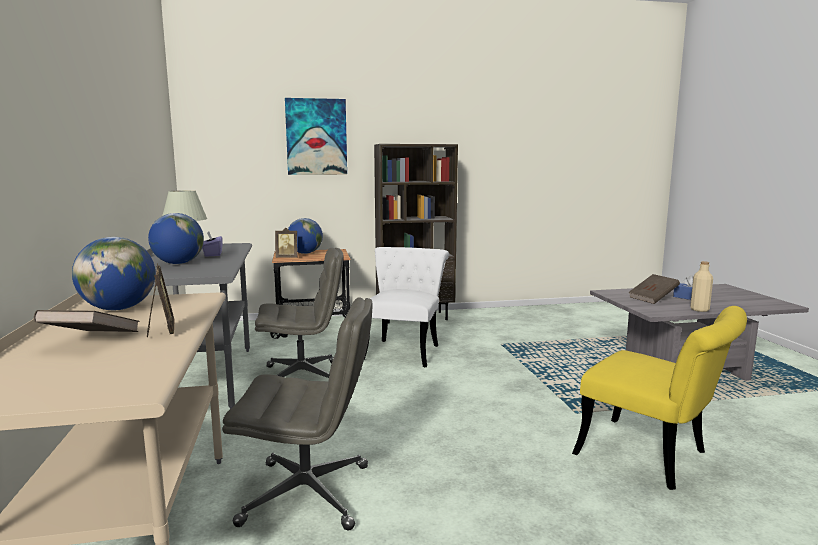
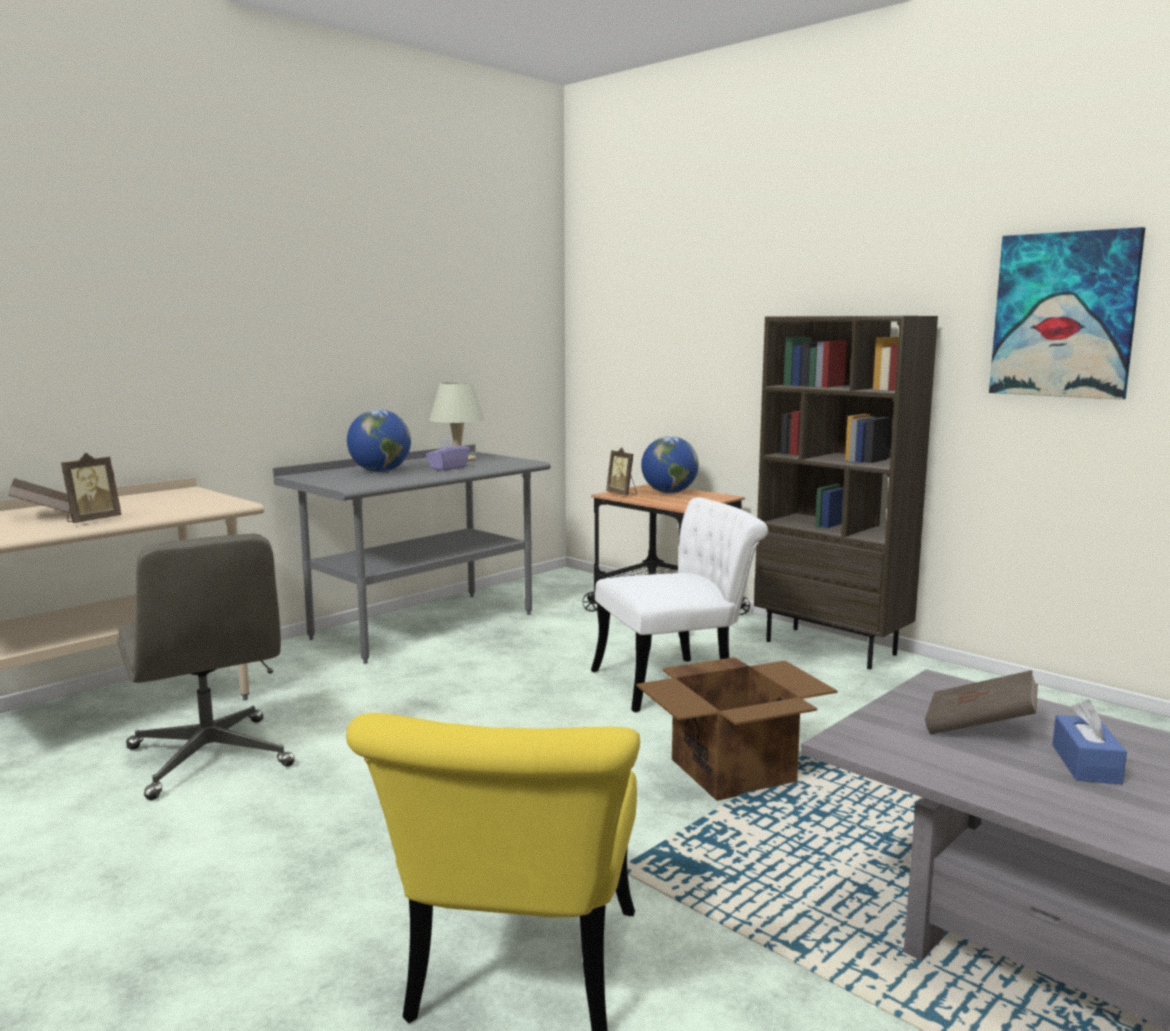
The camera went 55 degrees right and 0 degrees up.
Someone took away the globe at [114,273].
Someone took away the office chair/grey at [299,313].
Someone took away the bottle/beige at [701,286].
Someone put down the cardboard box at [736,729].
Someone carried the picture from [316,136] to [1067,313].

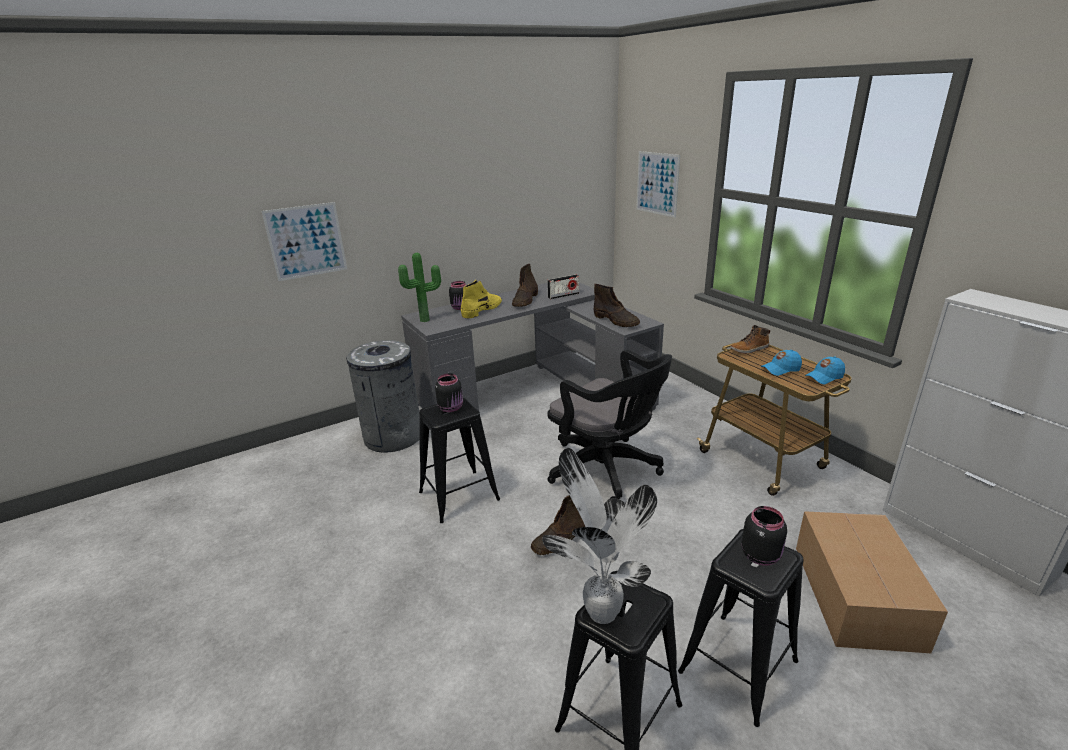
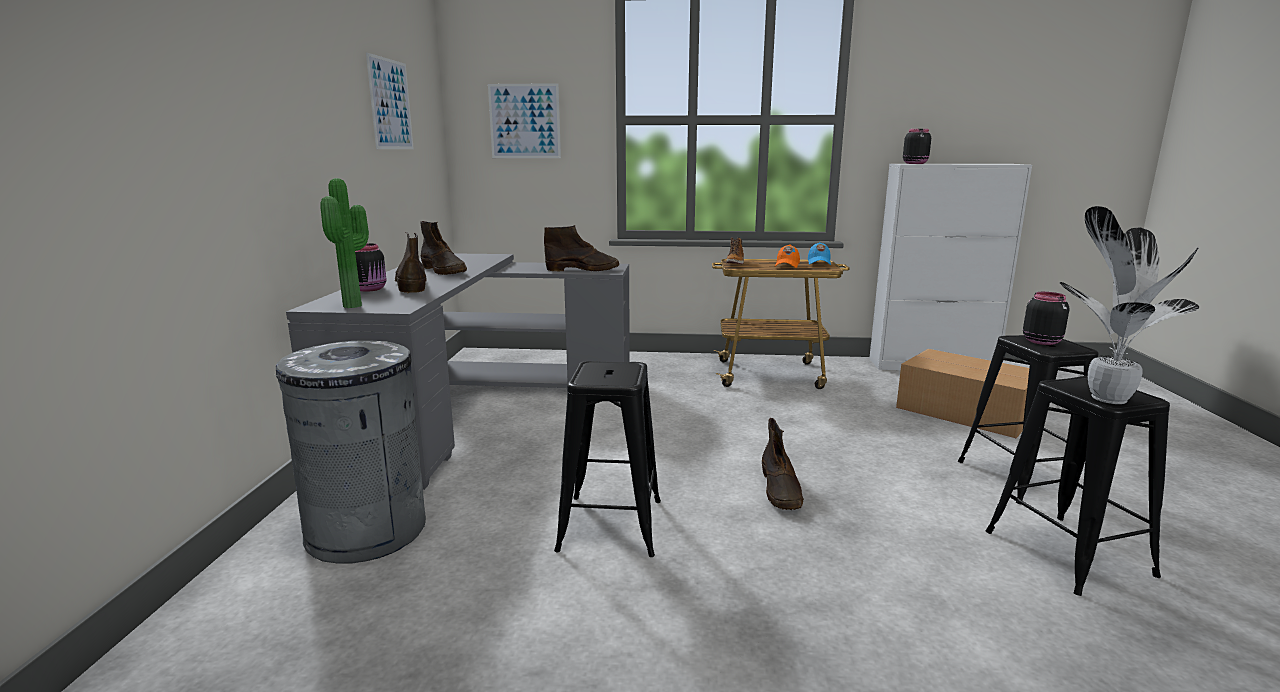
The camera went 55 degrees left and 10 degrees down.
Someone took away the radio at [563,287].
Someone took away the office chair/black at [610,424].
Someone carried the picture from [304,241] to [390,100].
Someone carried the jar/black from [449,392] to [917,146].
Someone repainted the boot/yellow at [481,299], which became the boot/brown at [411,262].
Someone repainted the cap/blue at [781,363], which became the cap/orange at [787,256].

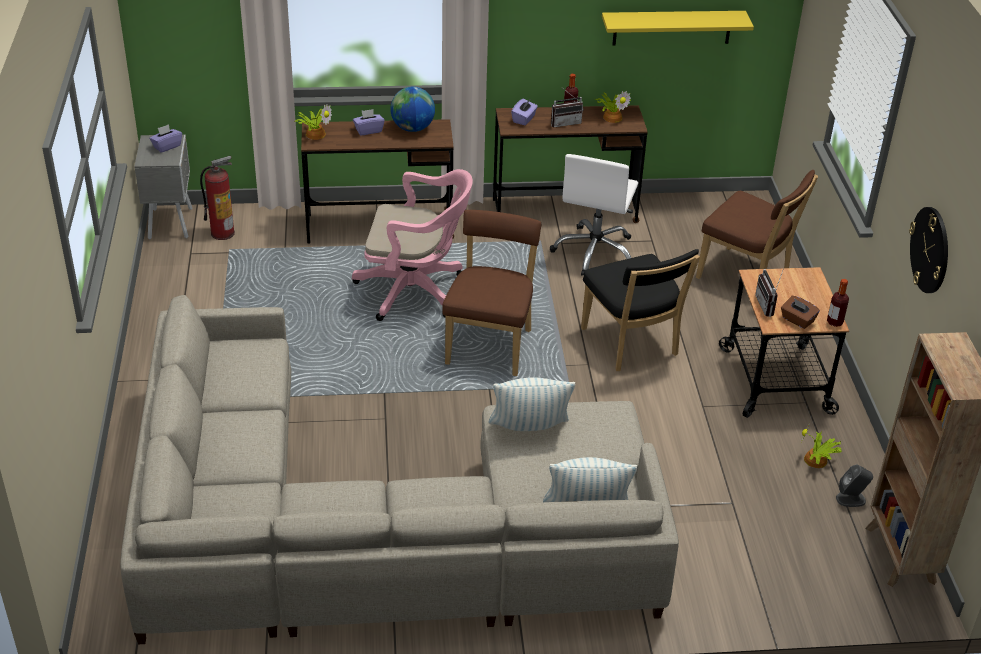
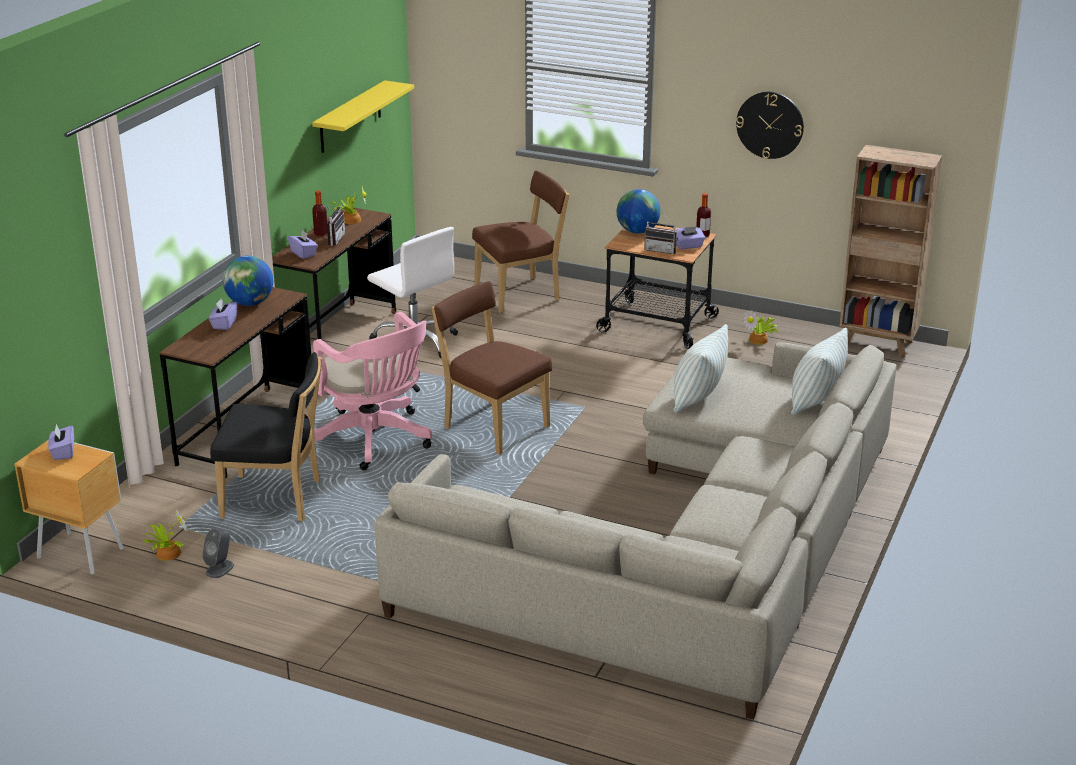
The camera went 60 degrees left and 10 degrees down.
Someone took away the fire extinguisher at [217,198].
Someone put down the globe at [639,211].
Someone carried the potted plant from [313,122] to [165,535].
Someone carried the chair/black from [640,310] to [266,436].
Someone carried the speaker/grey from [854,486] to [218,553].
Someone repainted the nightstand/grey at [163,187], which became the nightstand/brown at [69,507].
Someone repainted the tissue box/brown at [800,312], which became the tissue box/purple at [690,238].
Someone rotated the office chair/pink at [412,245] by 105 degrees clockwise.

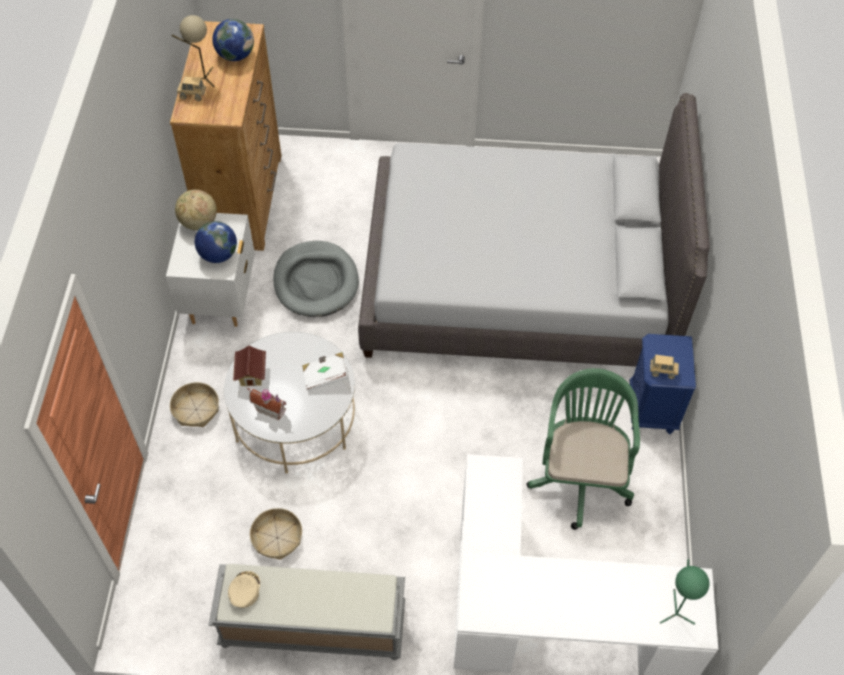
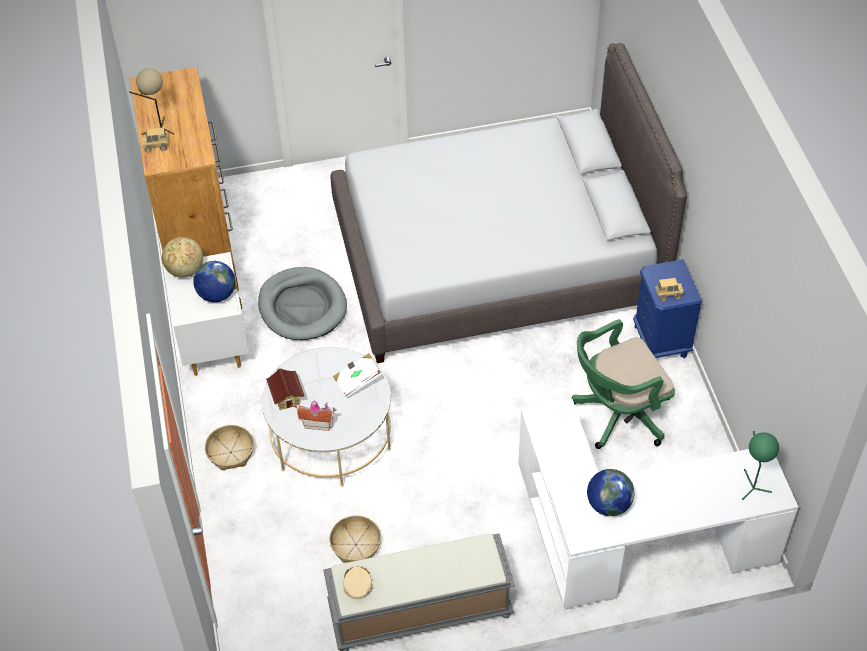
The camera went 15 degrees left and 5 degrees down.
Someone carried the globe from [233,40] to [610,492].
Someone rotated the office chair/green at [583,449] by 105 degrees counterclockwise.

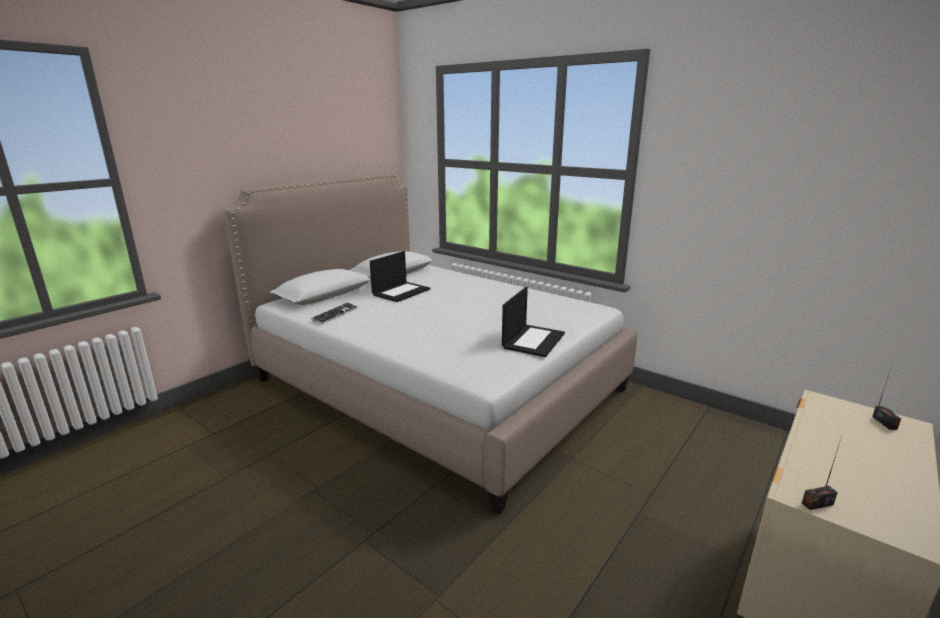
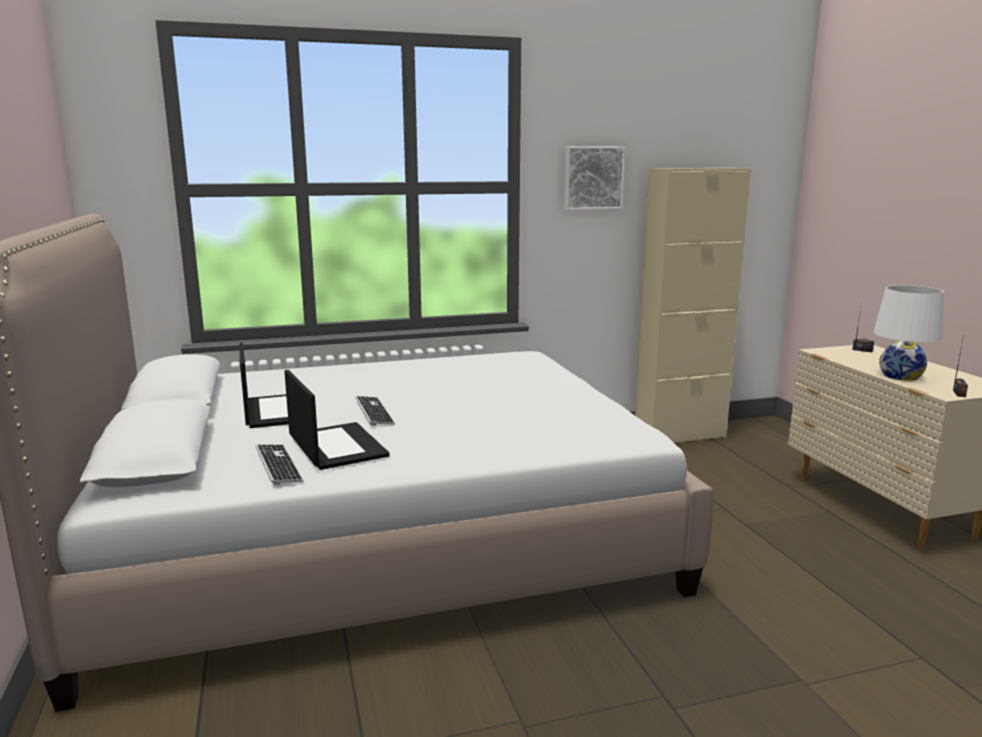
The camera went 55 degrees left and 5 degrees down.
Someone put down the keyboard at [375,411].
Someone put up the picture at [594,178].
Someone put down the cabinet/beige at [693,305].
Someone put down the table lamp/white at [909,333].
Someone carried the laptop from [533,322] to [337,420].

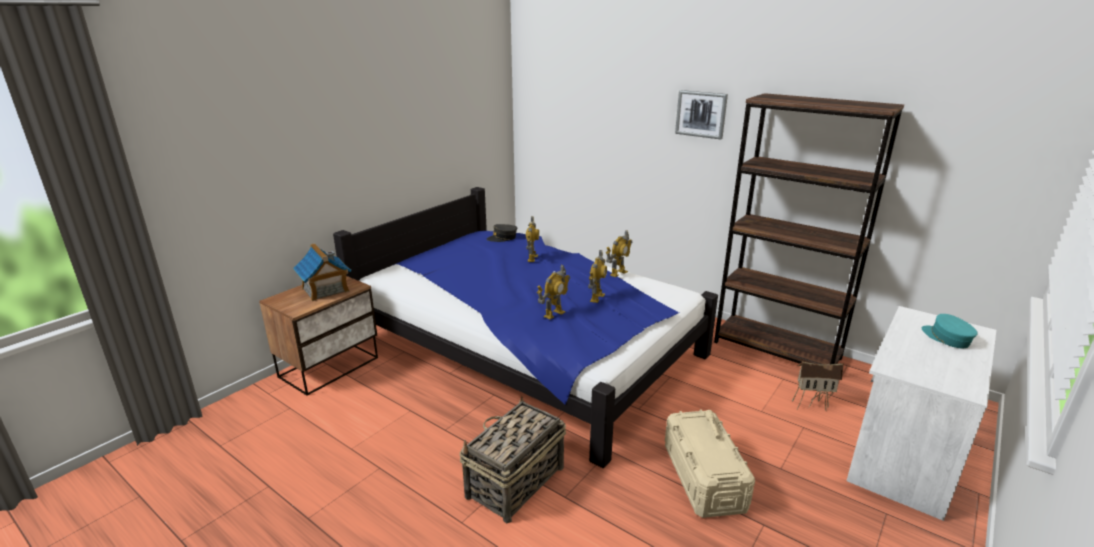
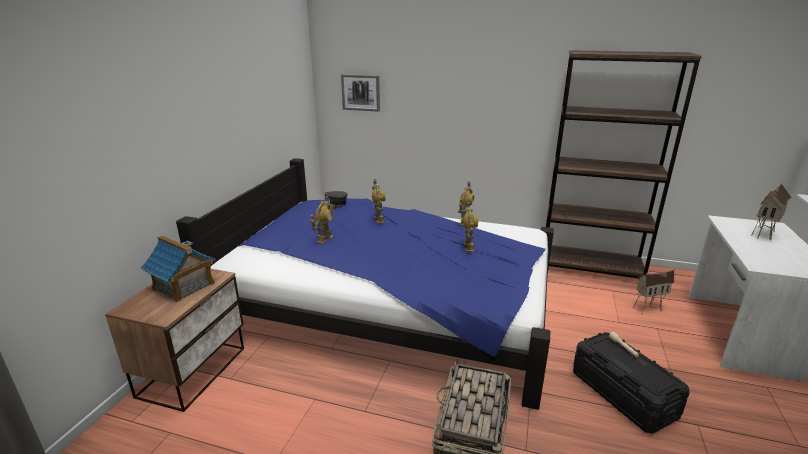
The camera went 20 degrees left and 0 degrees up.
Someone carried the toy robot from [553,292] to [322,219].
Someone carried the picture from [701,115] to [360,93].
Someone swapped the cap/turquoise at [950,331] for the toy house at [771,211].
Someone repainted the storage box/beige at [710,463], which became the storage box/black at [631,383].

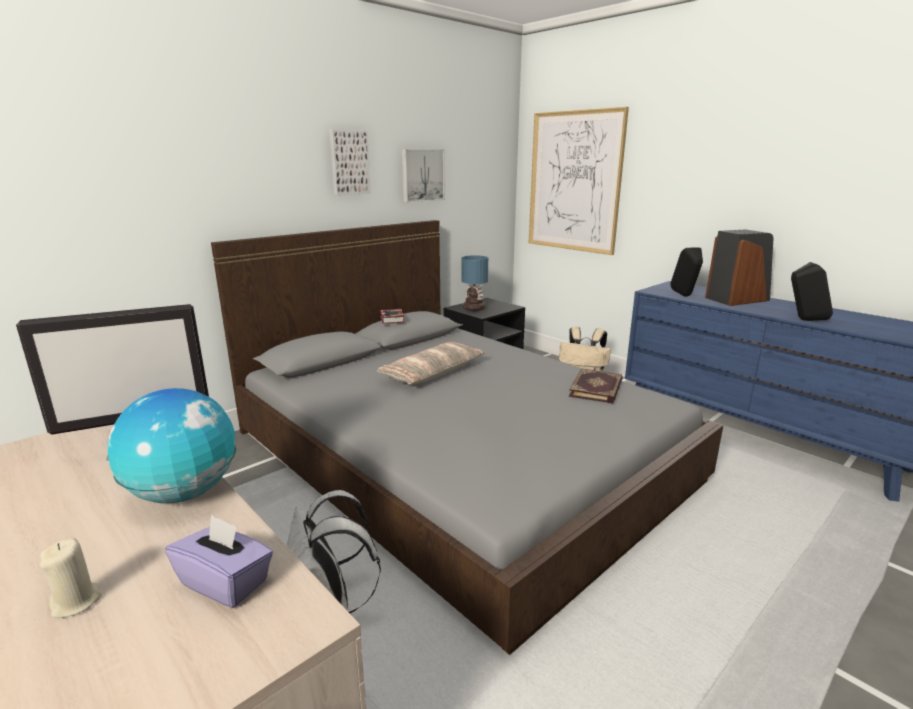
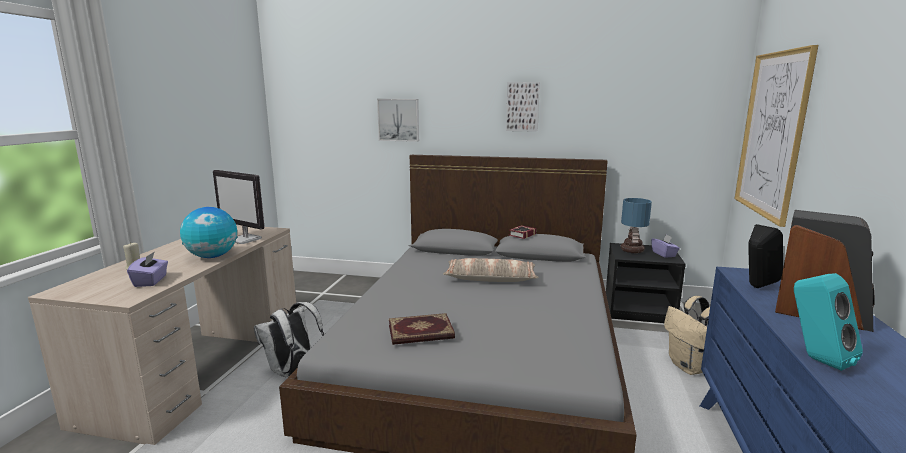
The camera went 55 degrees right and 5 degrees down.
Someone put down the tissue box/purple at [665,246].
Someone carried the picture from [423,176] to [398,120].
Someone carried the book from [596,386] to [422,329].
Someone repainted the speaker/black at [812,291], which became the speaker/turquoise at [828,322].

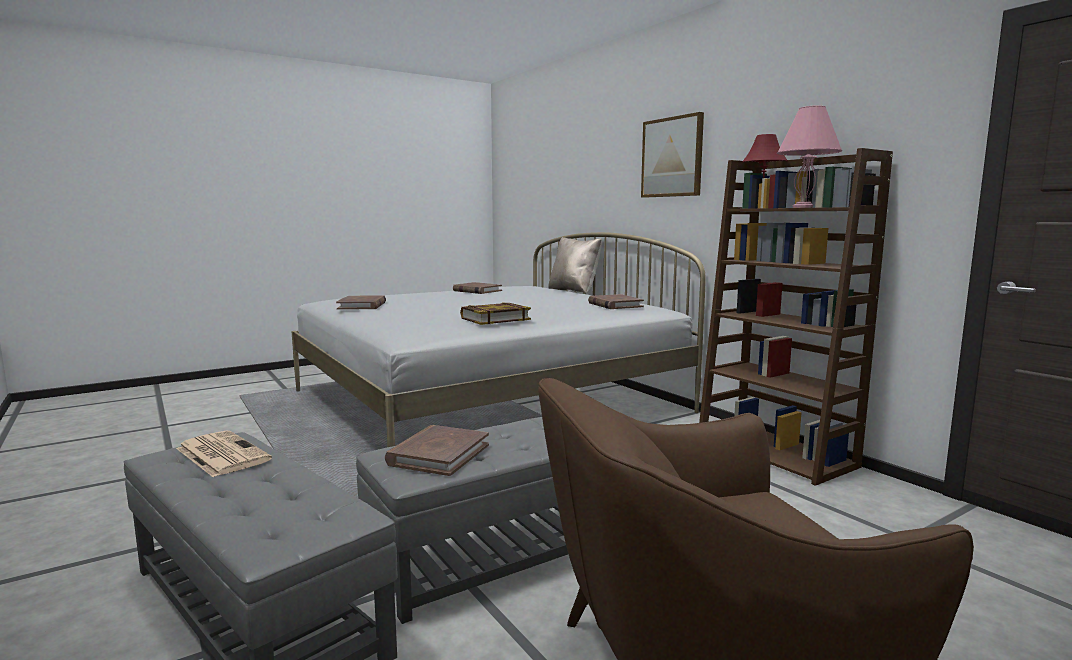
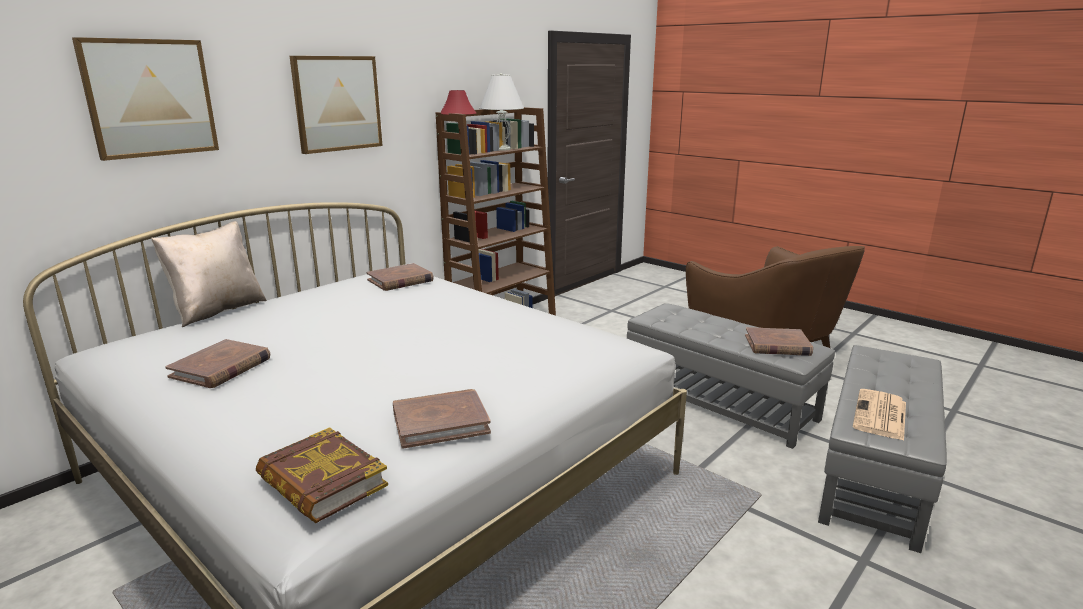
The camera went 105 degrees left and 10 degrees up.
Someone put up the picture at [145,99].
Someone carried the book from [495,314] to [322,475].
Someone repainted the table lamp/pink at [809,156], which became the table lamp/white at [501,112].

